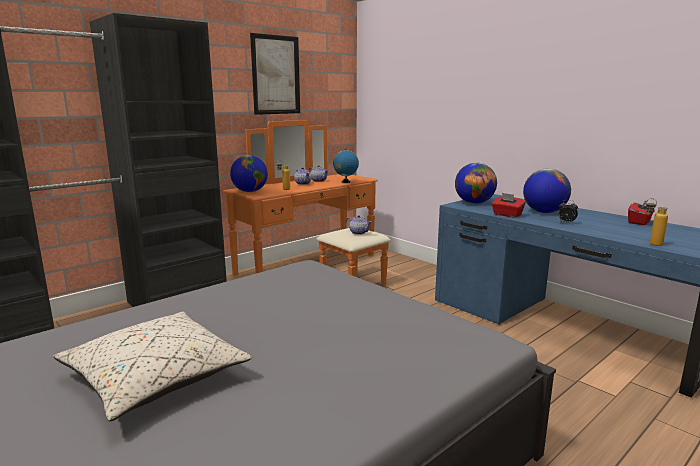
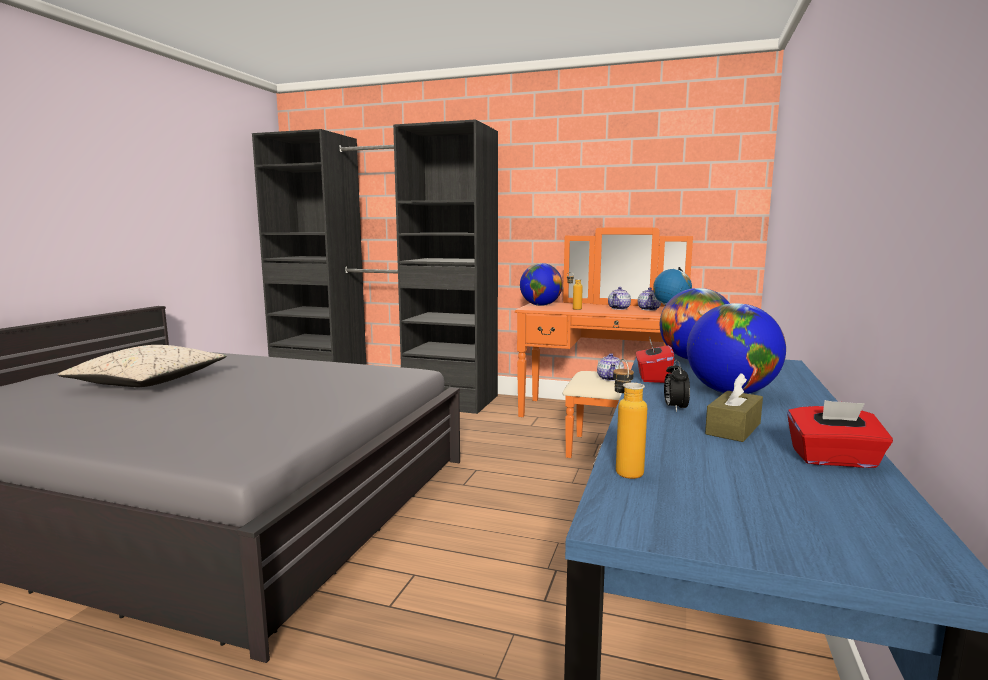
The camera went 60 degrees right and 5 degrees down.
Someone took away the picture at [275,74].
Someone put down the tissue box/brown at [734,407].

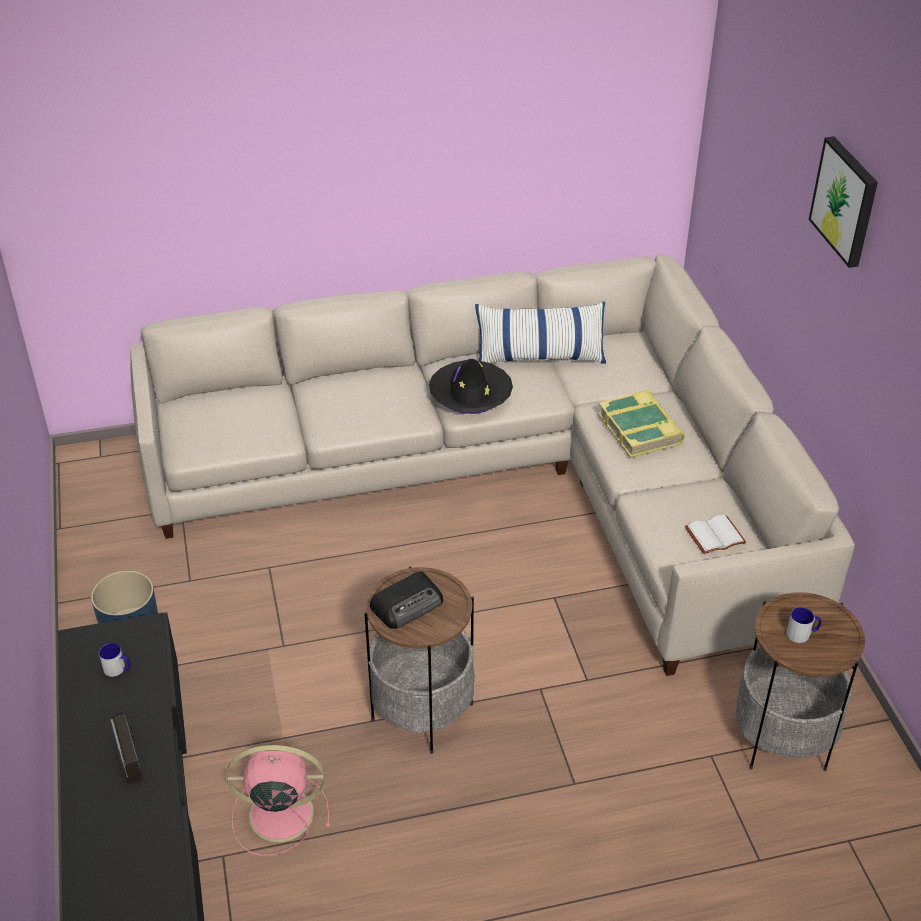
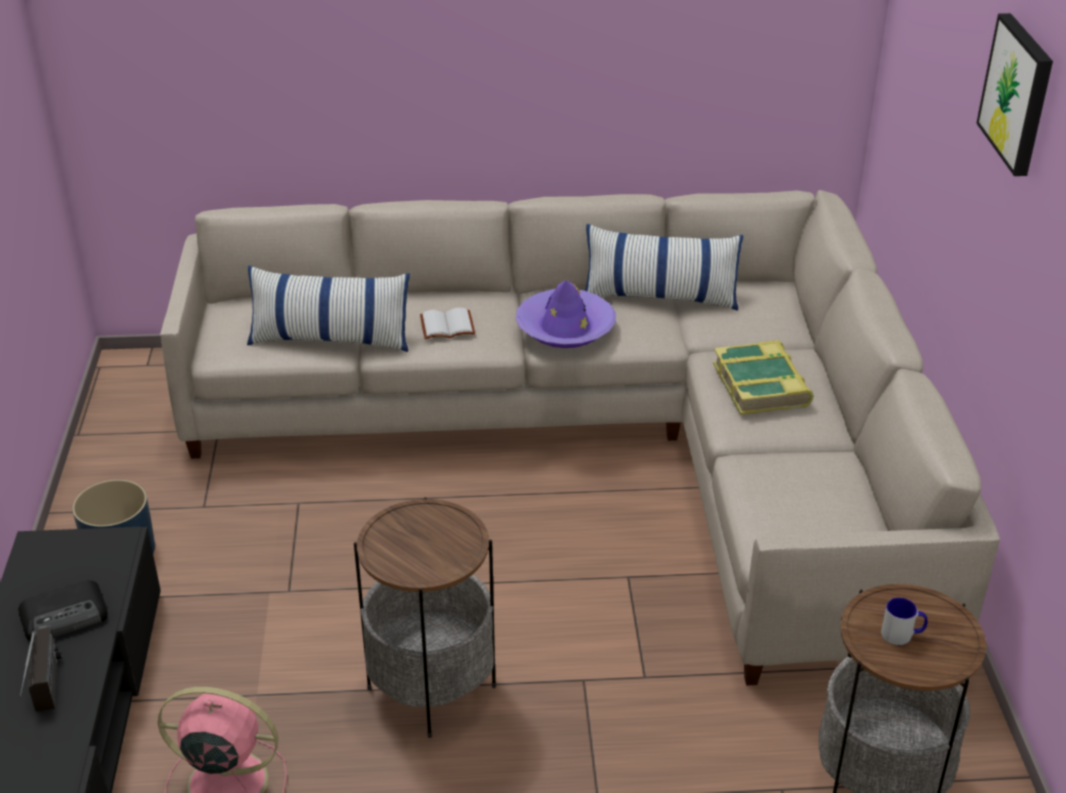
The camera went 10 degrees right and 5 degrees down.
Someone took away the mug at [115,660].
Someone put down the pillow at [328,309].
Someone carried the radio from [406,600] to [63,611].
Someone carried the book/white from [715,534] to [447,323].
Someone repainted the hat/black at [471,386], which became the hat/purple at [566,314].

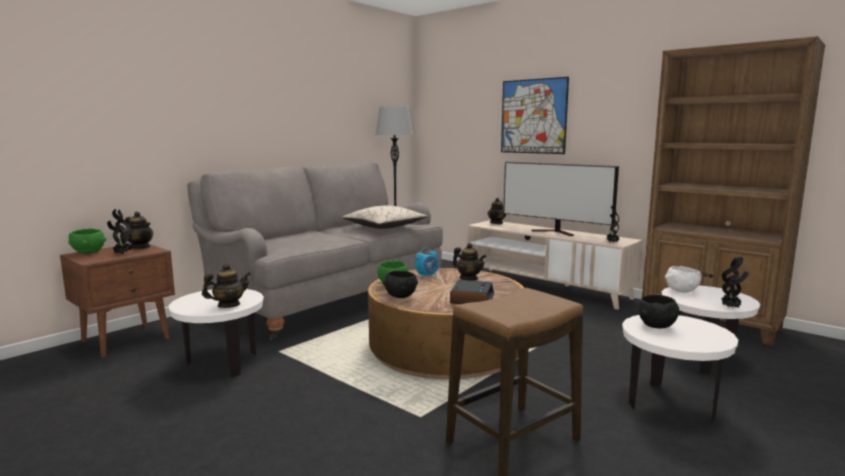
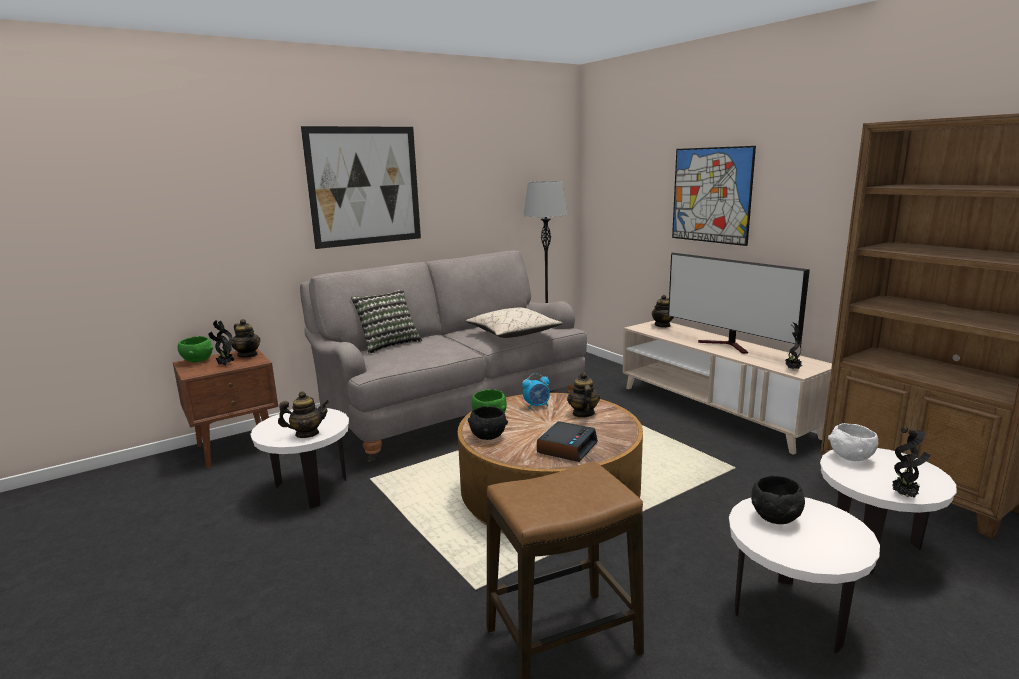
The camera went 15 degrees right and 5 degrees up.
Someone put up the picture at [361,187].
Someone put down the pillow at [386,322].
Someone rotated the teapot at [469,262] by 150 degrees counterclockwise.

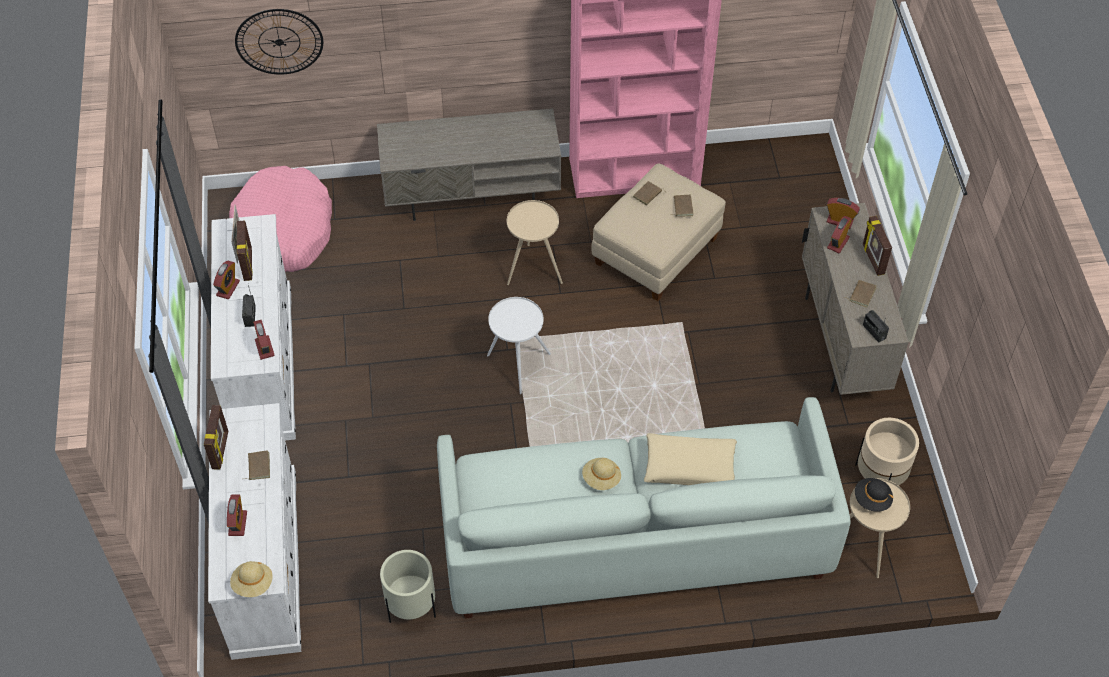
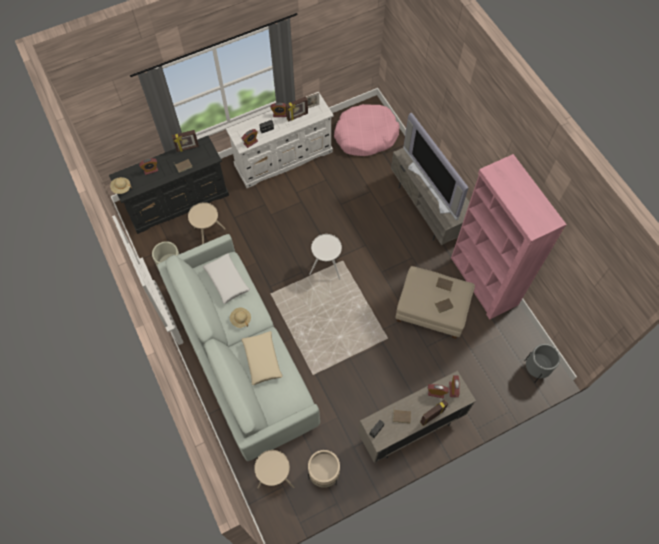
The camera went 70 degrees right and 10 degrees up.
Someone took away the wall clock at [279,42].
Someone took away the hat/black at [874,495].
Someone put down the pillow/white at [226,278].
Someone put down the television at [436,167].
Someone put down the planter/grey at [542,363].
Someone carried the side table/beige from [535,242] to [206,223].
Someone repainted the dresser/white at [254,531], which became the dresser/black at [169,185].

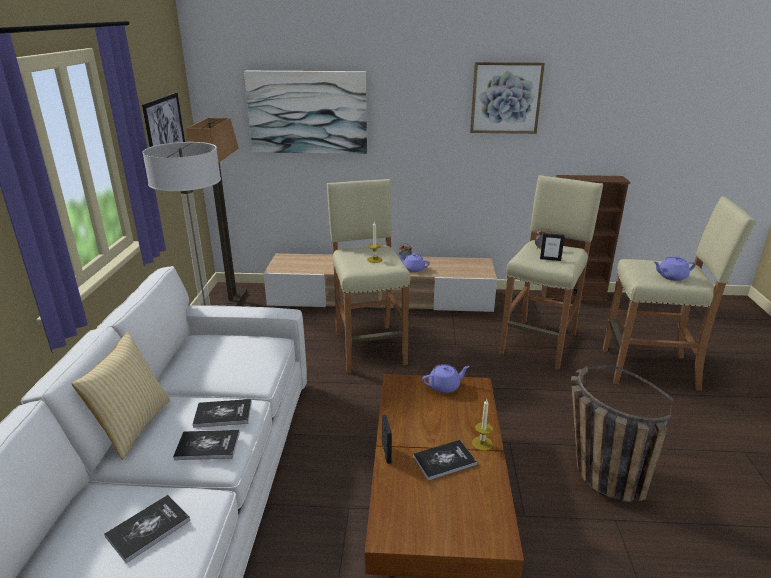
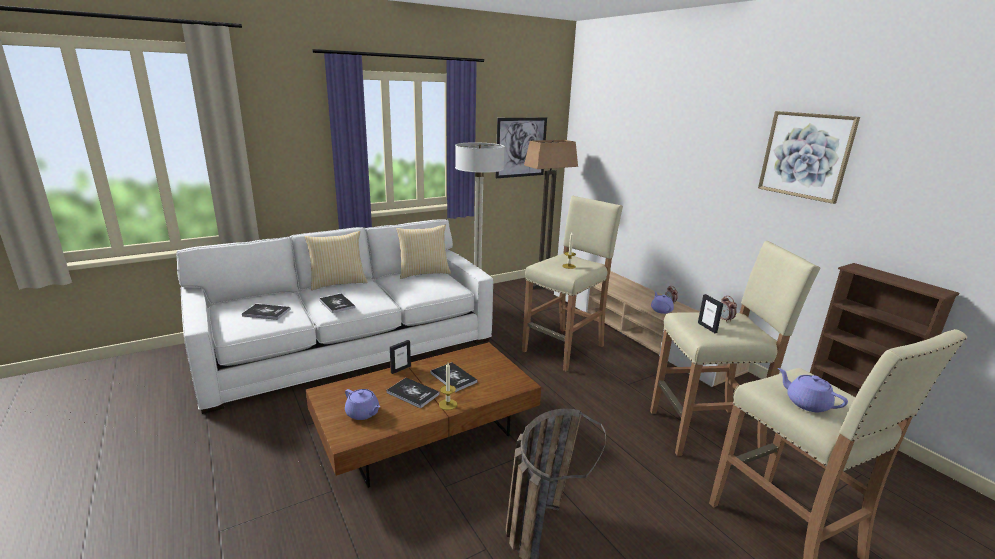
The camera went 55 degrees right and 5 degrees down.
Someone took away the picture at [305,112].
Someone put down the pillow at [423,252].
Someone carried the book from [221,413] to [454,377].
Someone carried the teapot/purple from [446,378] to [363,404].

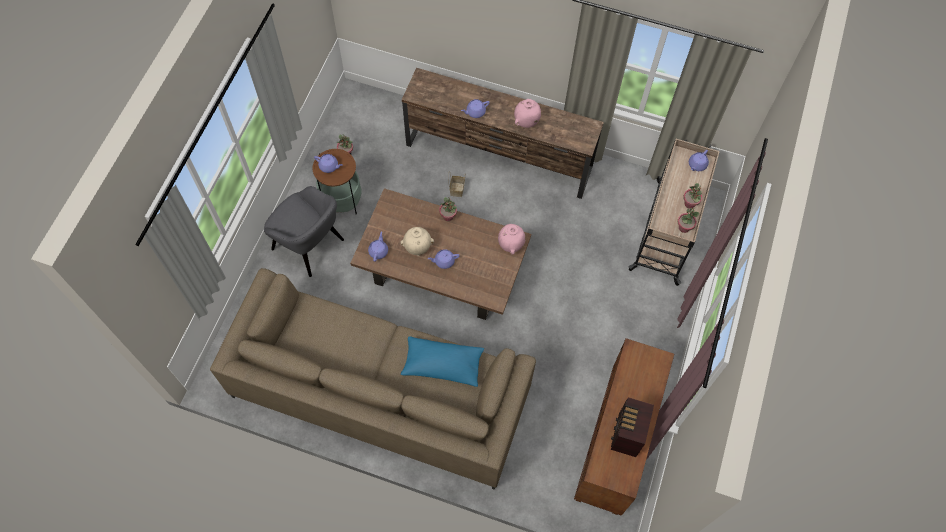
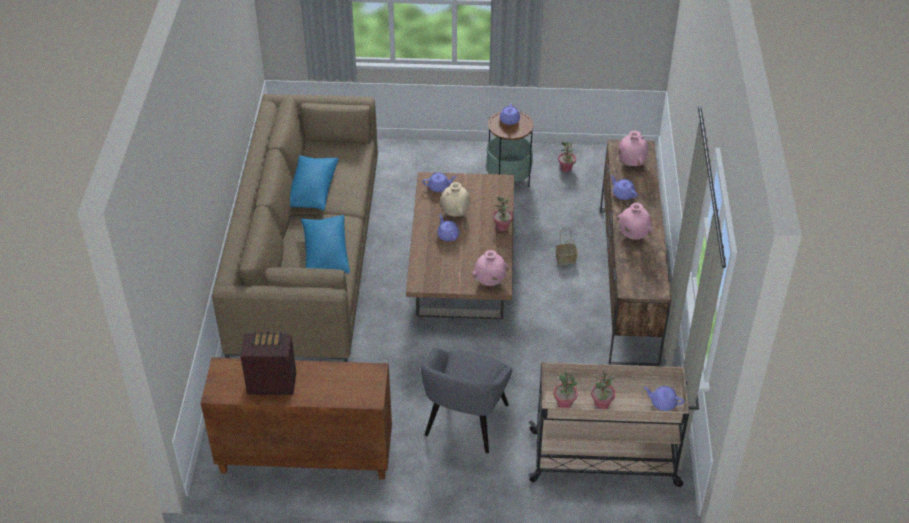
The camera went 75 degrees right and 20 degrees down.
Someone put down the pillow/blue at [314,183].
Someone put down the vase/pink at [633,148].
Someone carried the armchair/grey from [304,231] to [466,400].

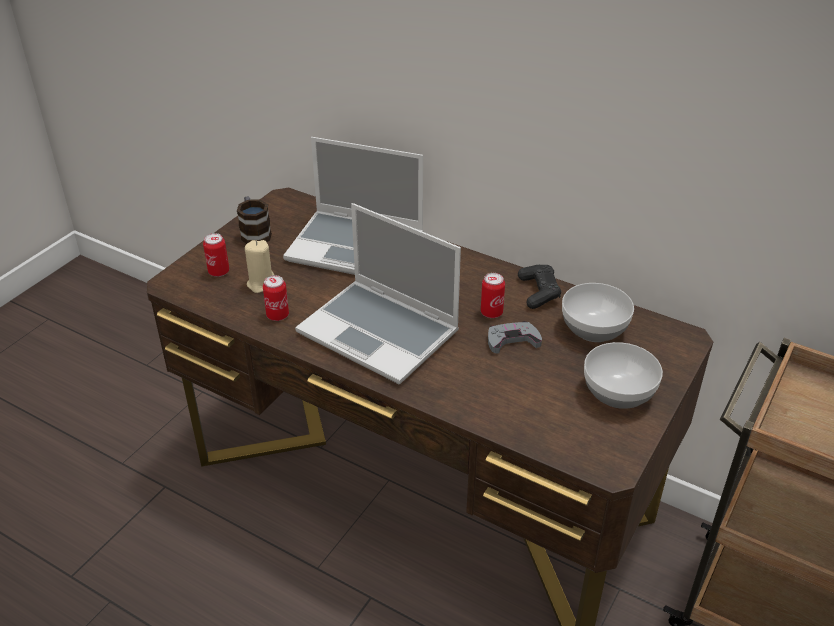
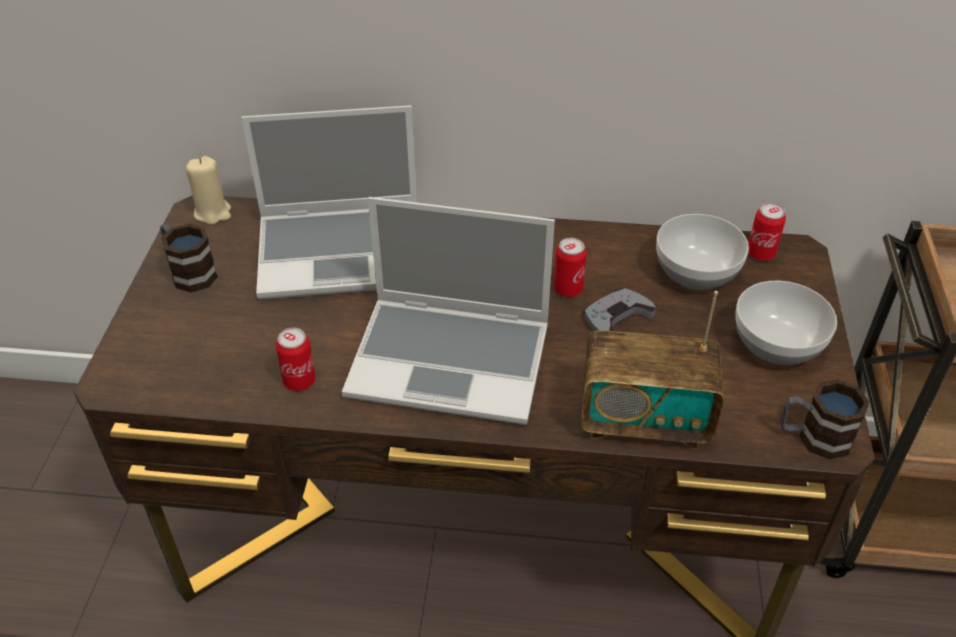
The camera went 25 degrees left and 5 degrees up.
Someone took away the game controller/black at [539,287].
Someone put down the radio at [652,370].
Someone put down the mug at [825,419].
Someone carried the can from [216,255] to [767,232].
Someone carried the candle/beige from [259,266] to [208,190].

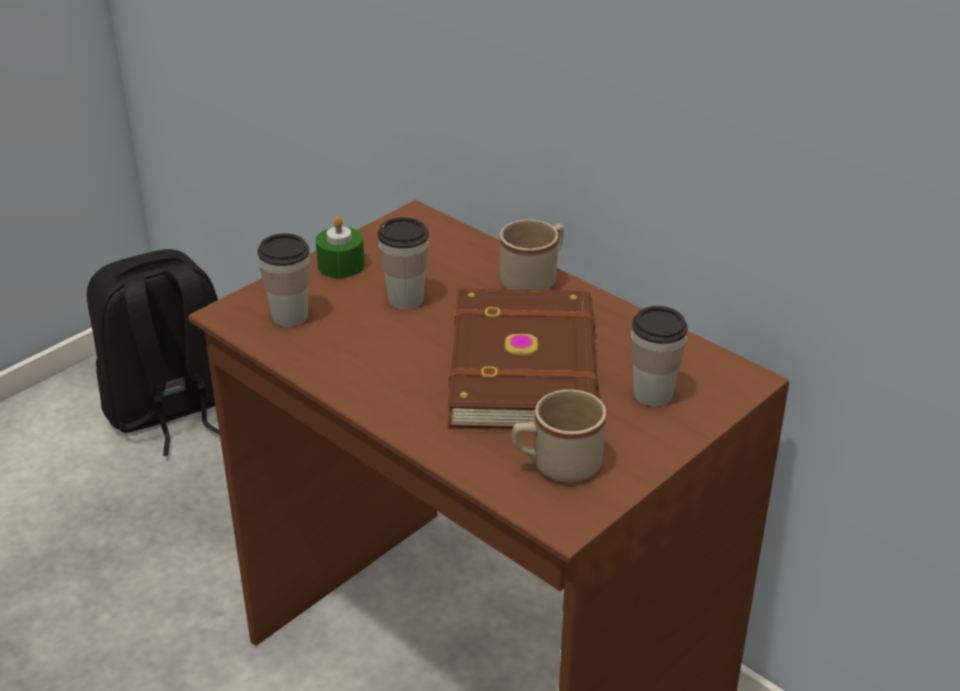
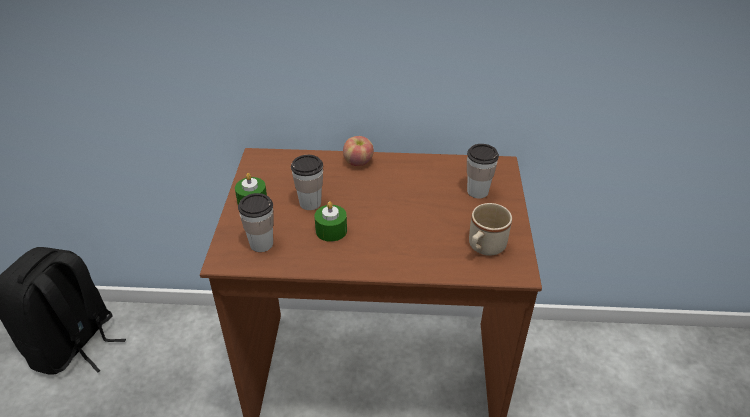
The camera went 40 degrees left and 5 degrees up.
Someone took away the book/brown at [523,359].
Someone put down the candle/green at [331,221].
Someone swapped the mug/beige at [532,254] for the apple at [358,151].

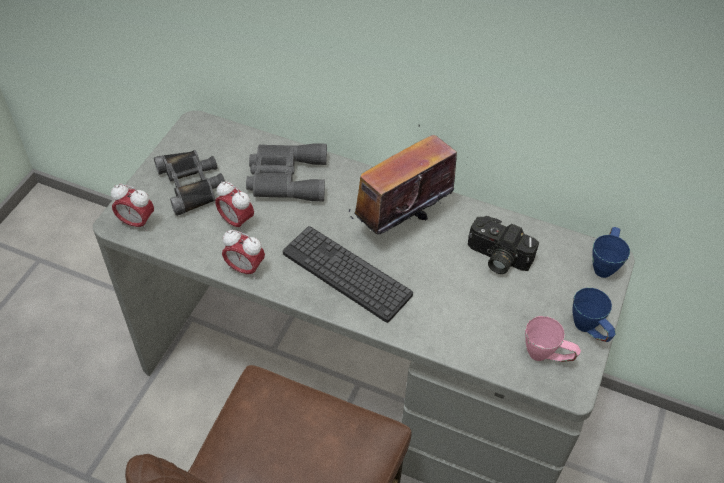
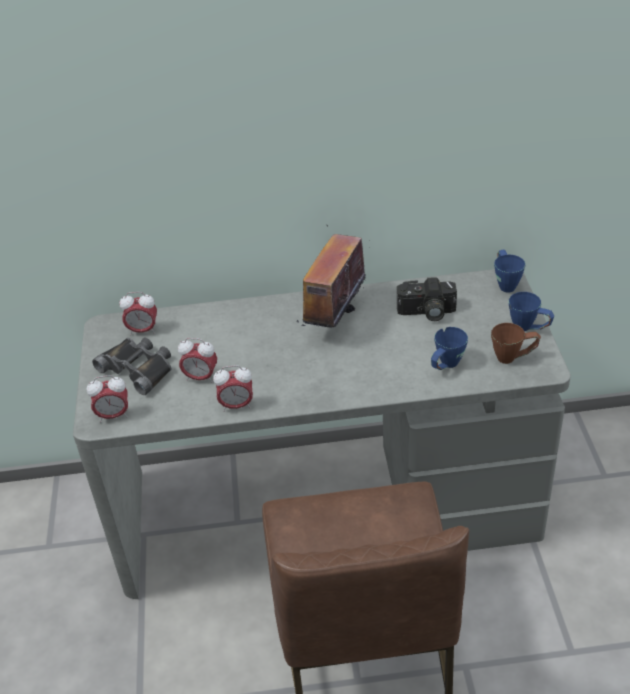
The camera went 25 degrees left and 10 degrees down.
Someone took away the binoculars/grey at [286,172].
Someone took away the keyboard at [348,274].
Someone put down the alarm clock at [138,313].
Someone put down the mug/blue at [449,348].
Someone repainted the mug/pink at [553,339], which became the mug/brown at [516,343].

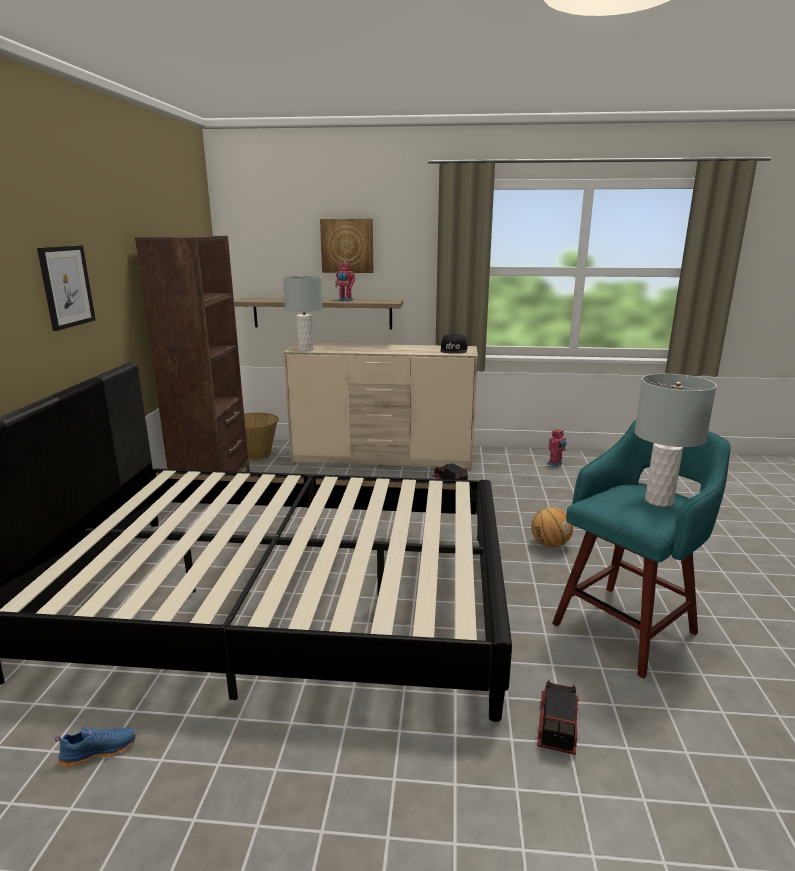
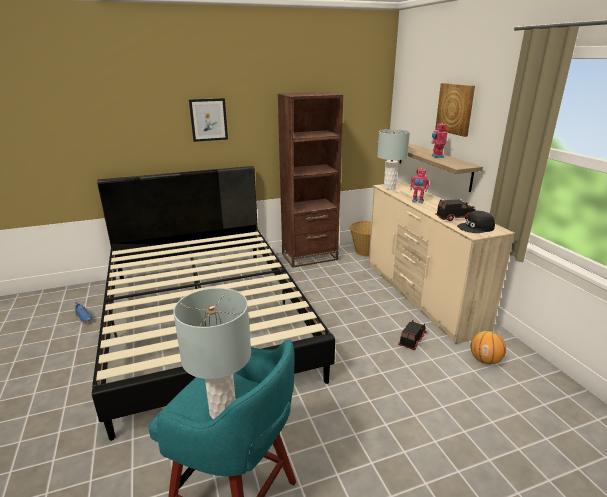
The camera went 65 degrees right and 5 degrees up.
Someone carried the basketball from [552,527] to [488,347].
Someone carried the toy truck from [557,717] to [455,210].
Someone carried the toy robot from [557,448] to [419,185].

